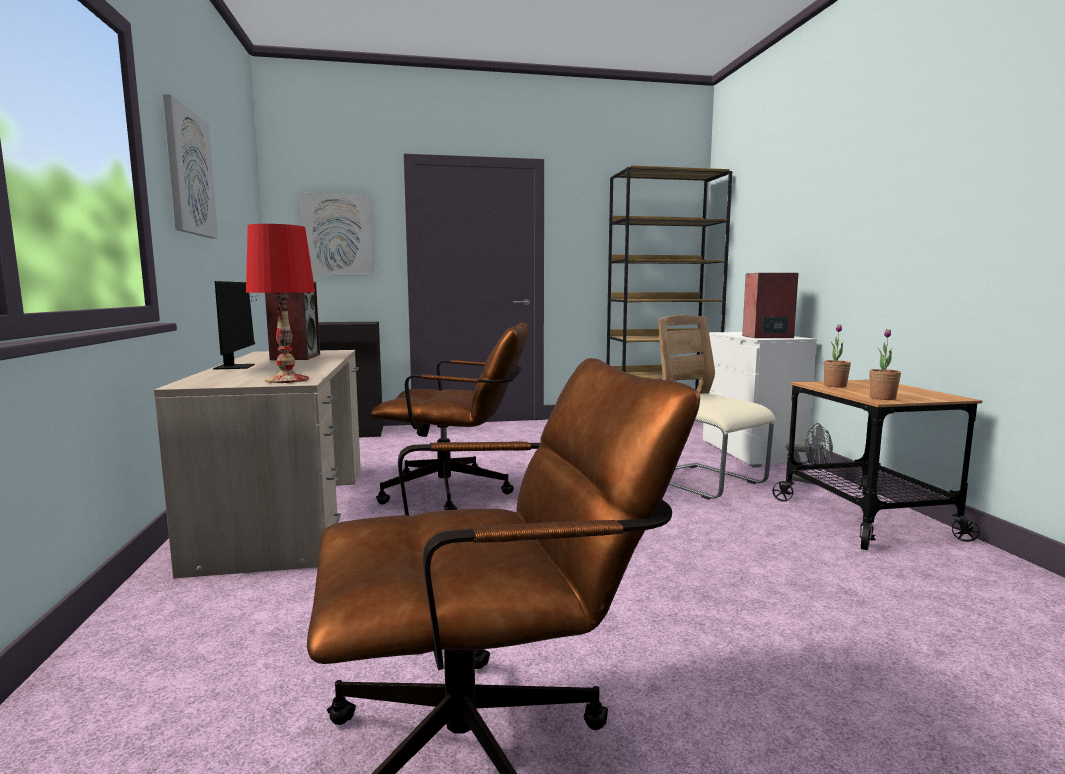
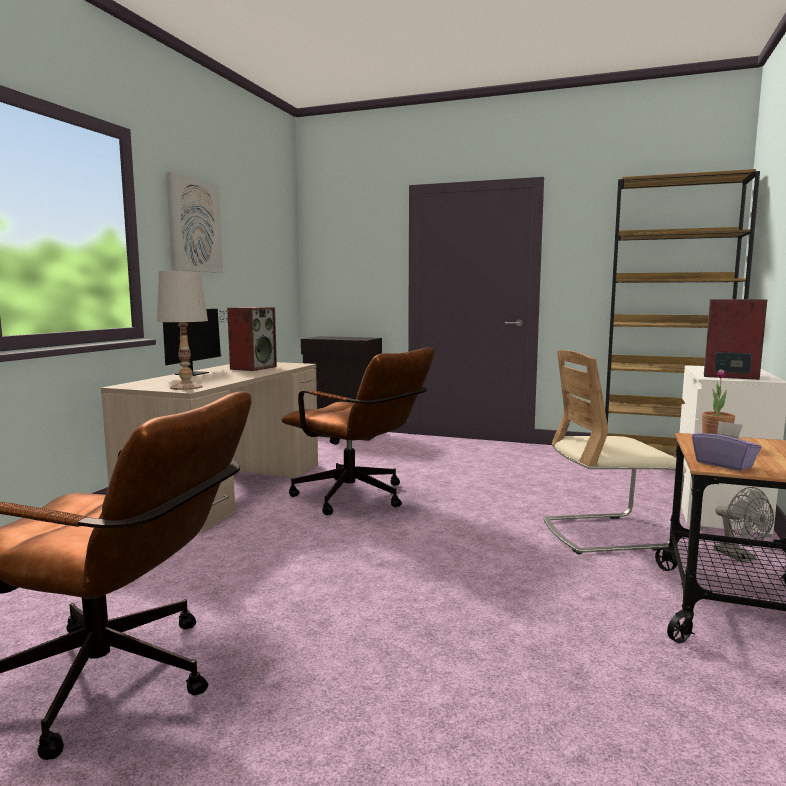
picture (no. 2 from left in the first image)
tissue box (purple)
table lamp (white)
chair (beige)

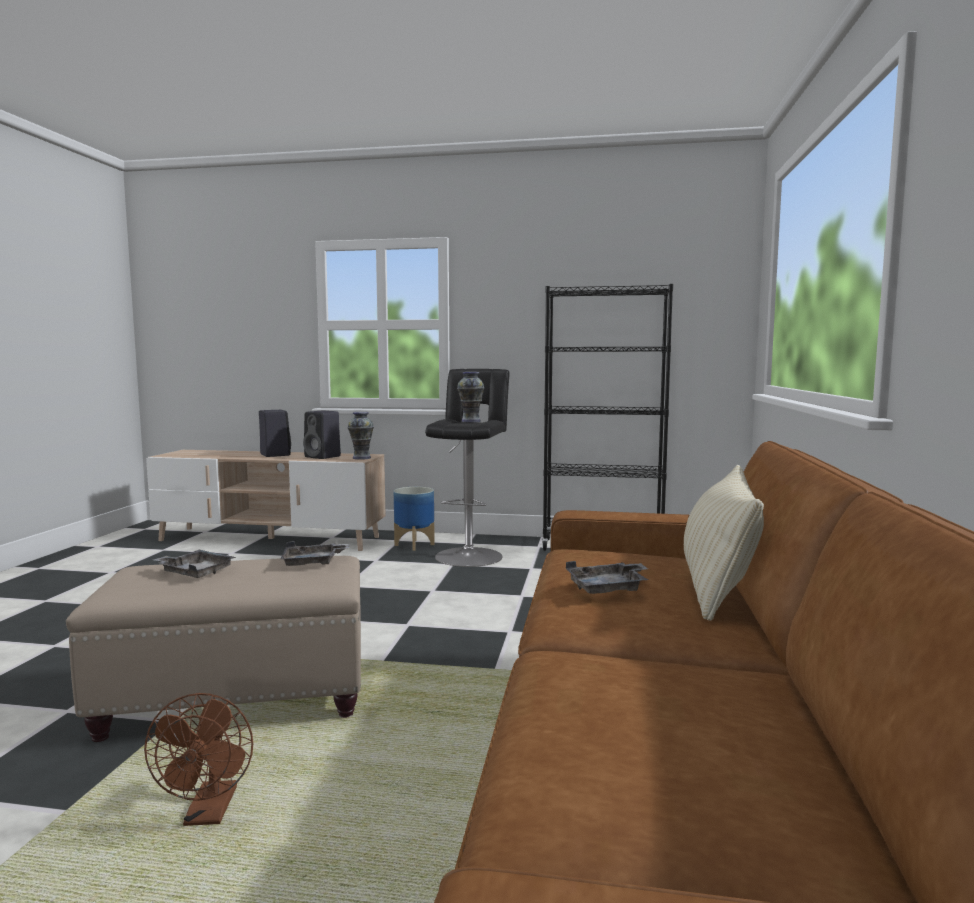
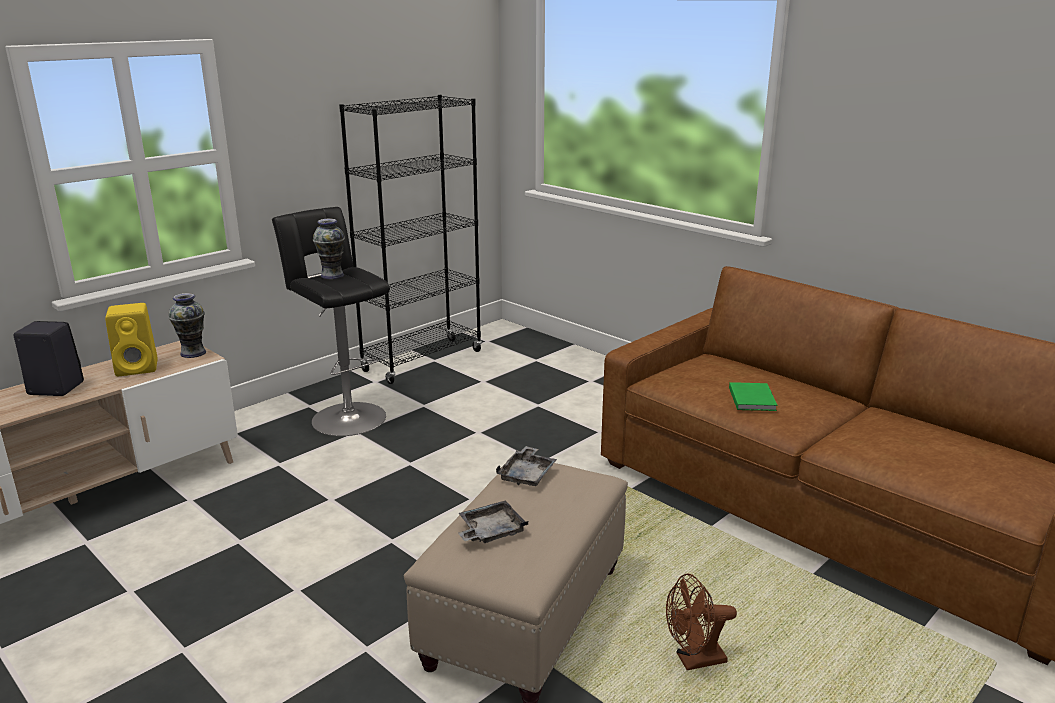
planter
pillow (beige)
book (green)
speaker (yellow)
fan (brown)

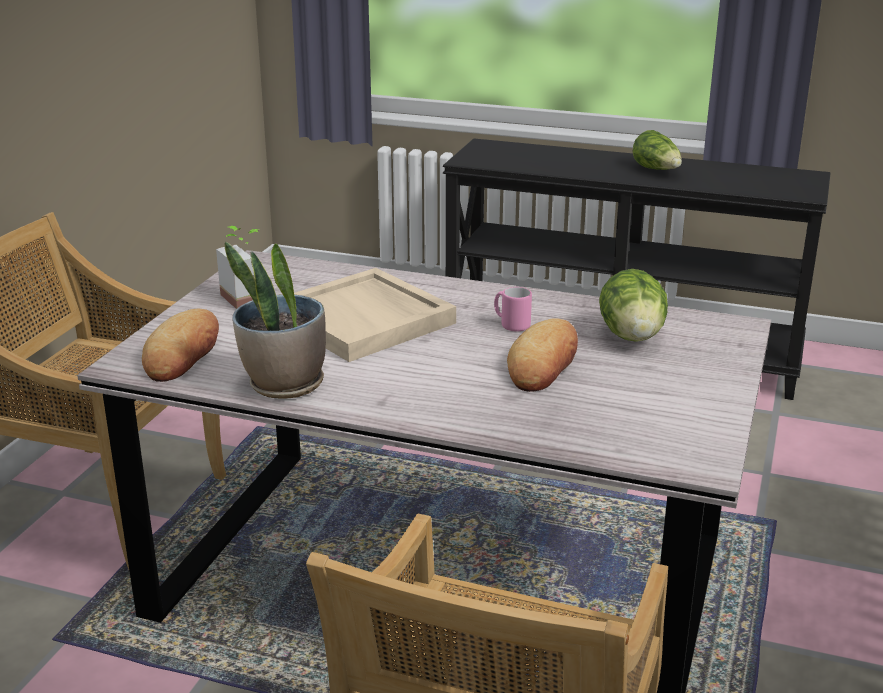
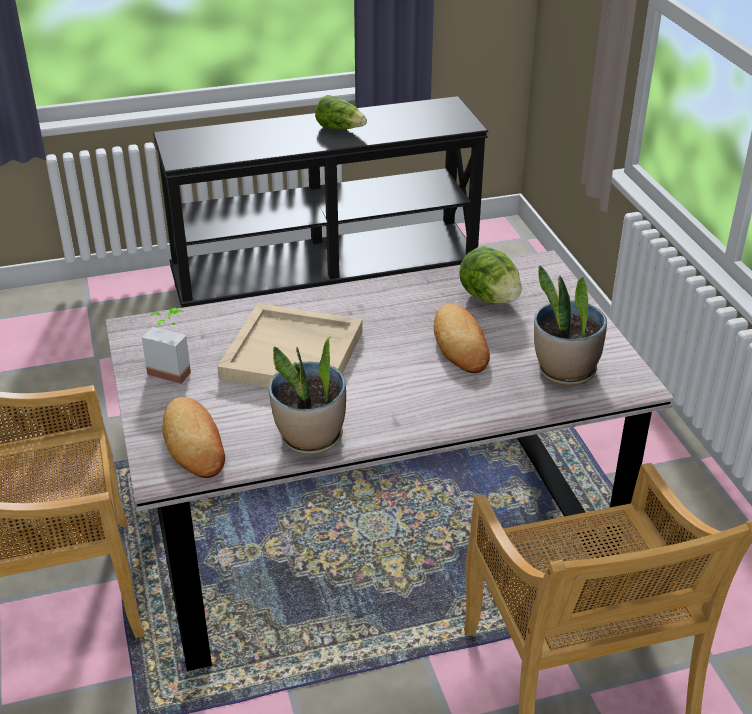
mug (pink)
potted plant (no. 3 from left)

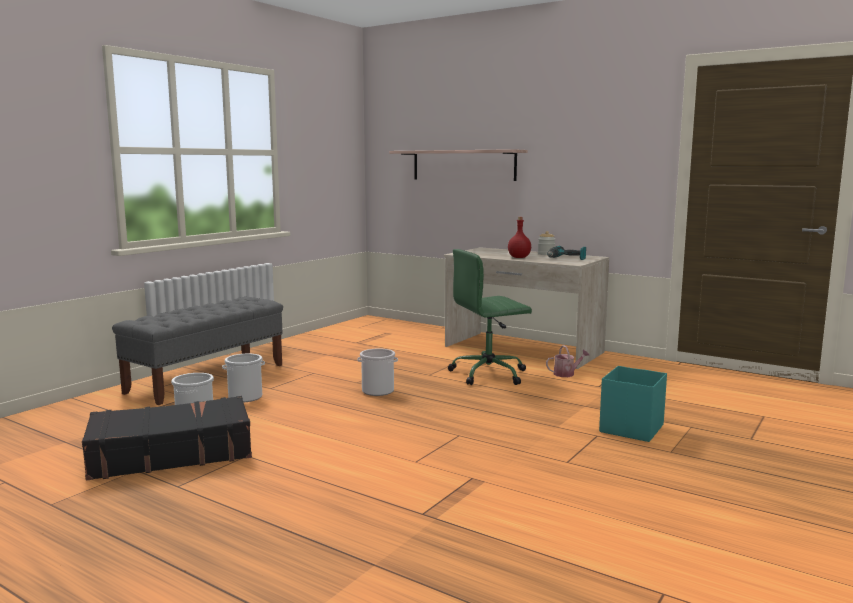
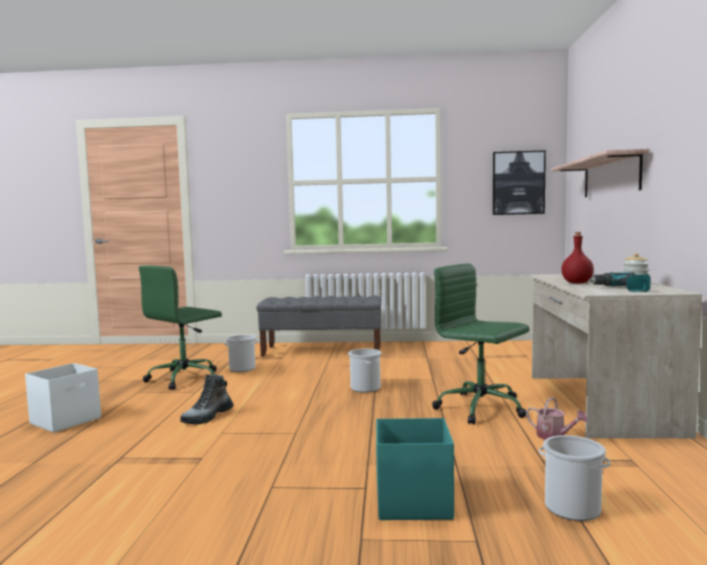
storage box (white)
boot
picture
bucket (no. 3 from left)
office chair (green) (no. 1 from left)

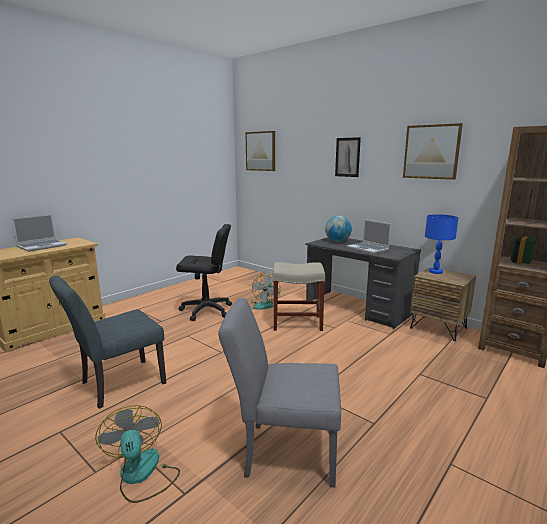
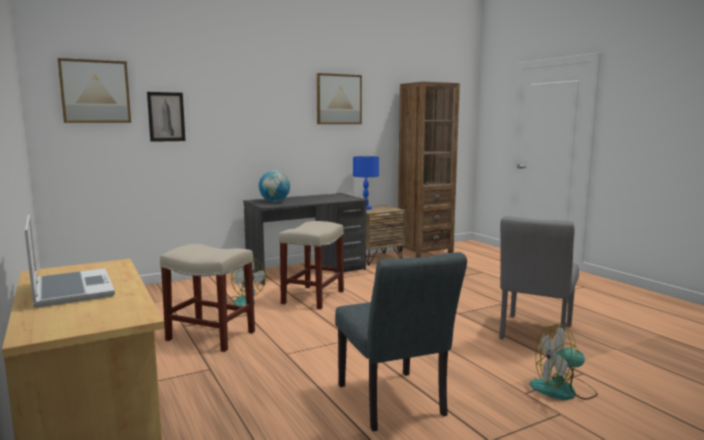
laptop (no. 2 from left in the first image)
picture (no. 2 from left)
stool (beige) (no. 1 from left)

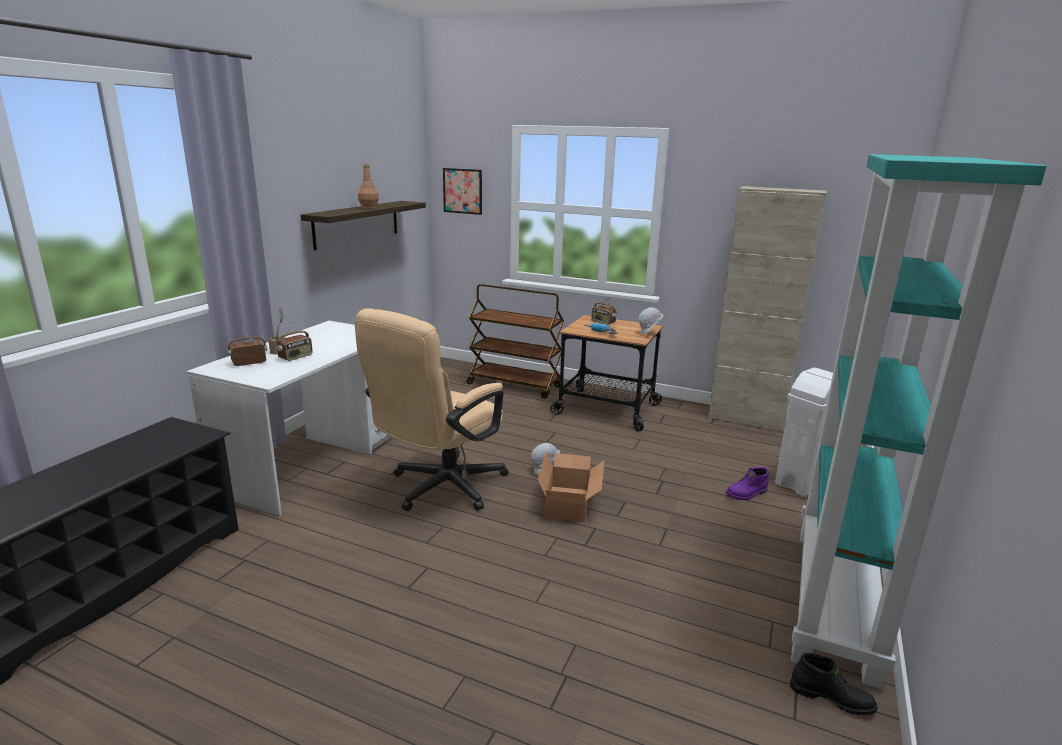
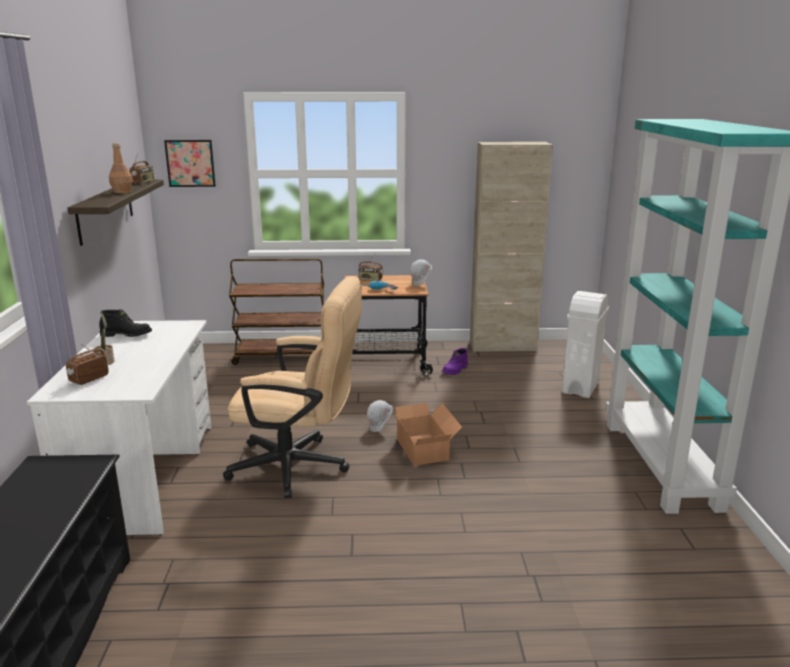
radio (no. 2 from left)
boot (purple)
boot (black)
office chair (beige)

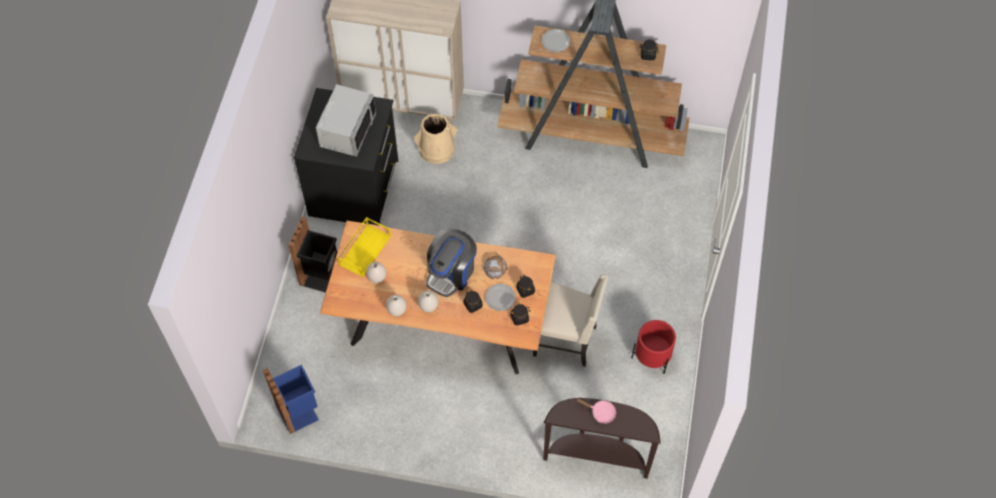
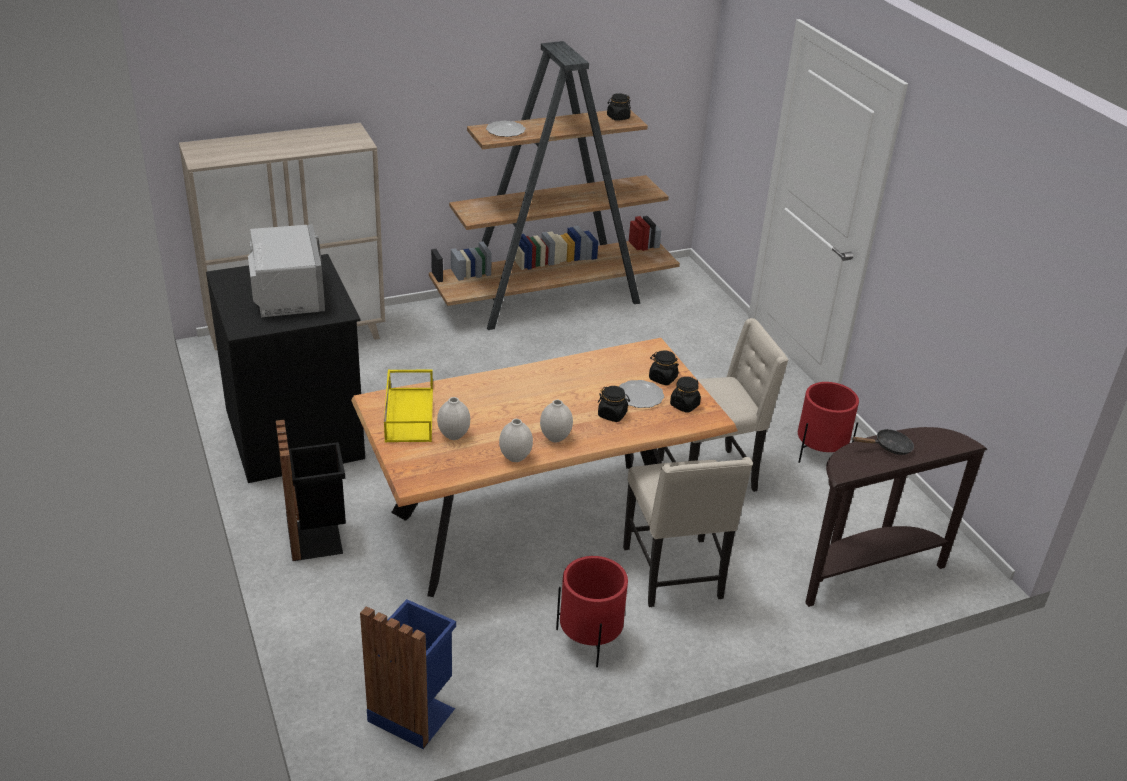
bucket (beige)
coffee machine
bread
planter (red) (no. 1 from left)
chair (beige) (no. 1 from left)
frying pan (black)

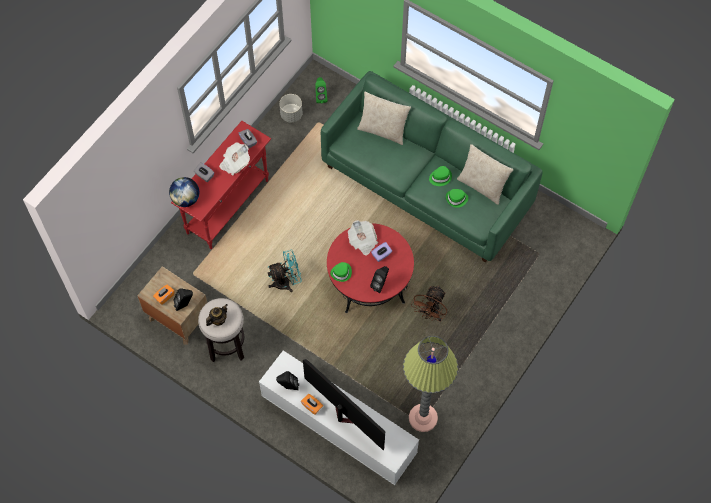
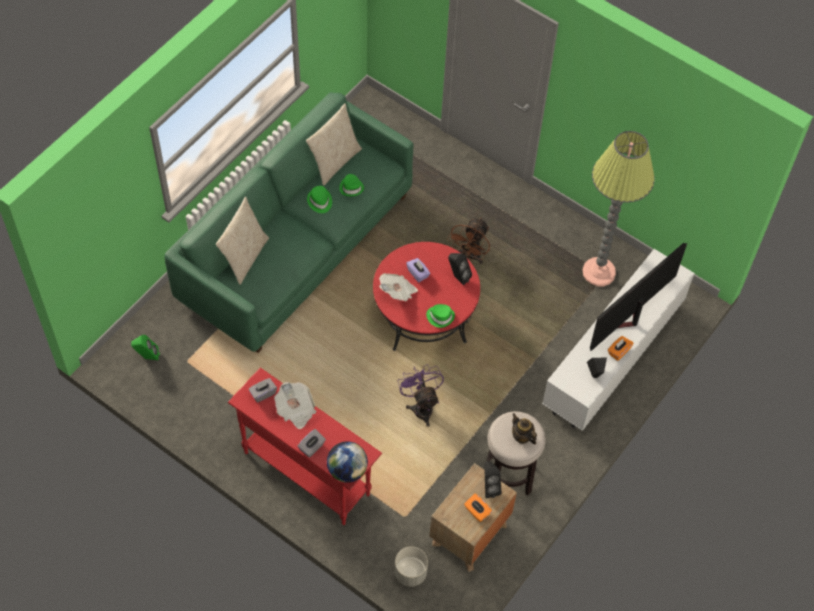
planter (grey)
fan (purple)
fan (brown)

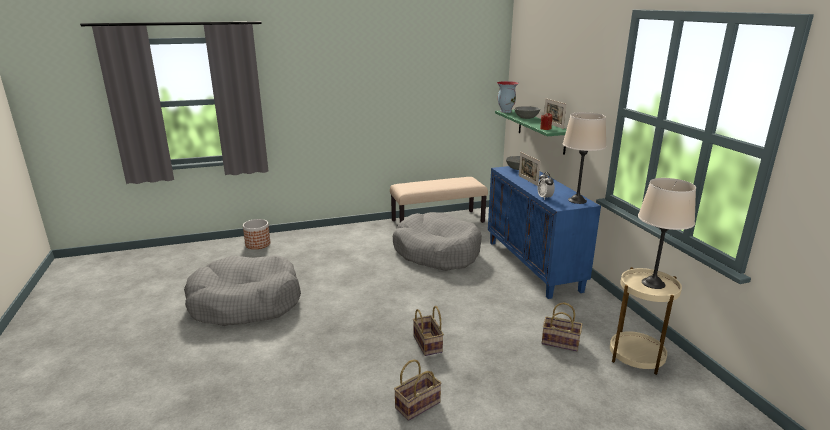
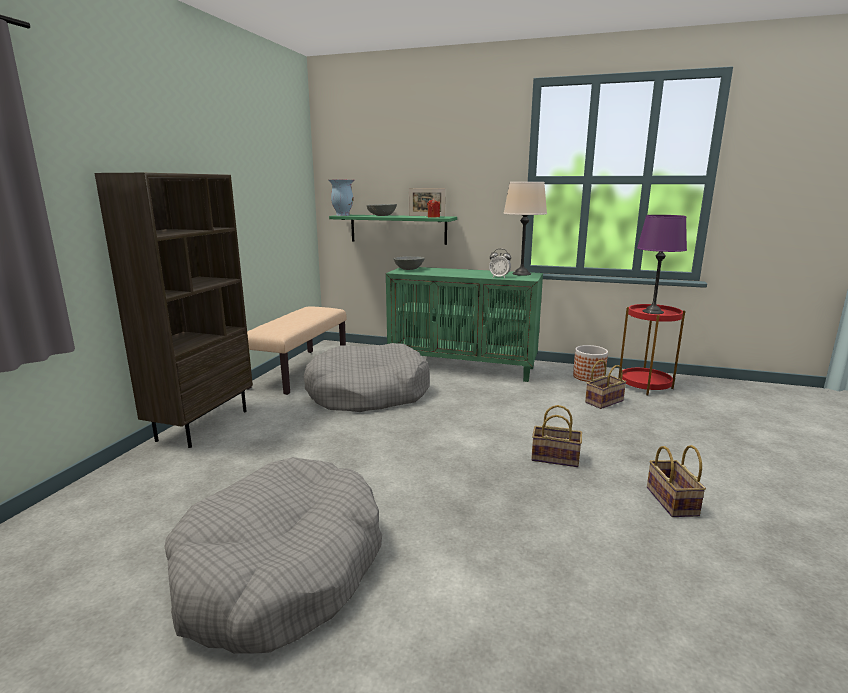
picture frame (no. 1 from left in the first image)
bookcase (brown)
planter
cabinet (green)
side table (red)
table lamp (purple)

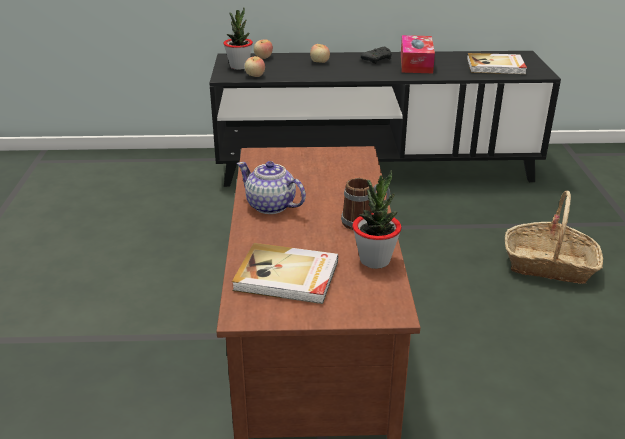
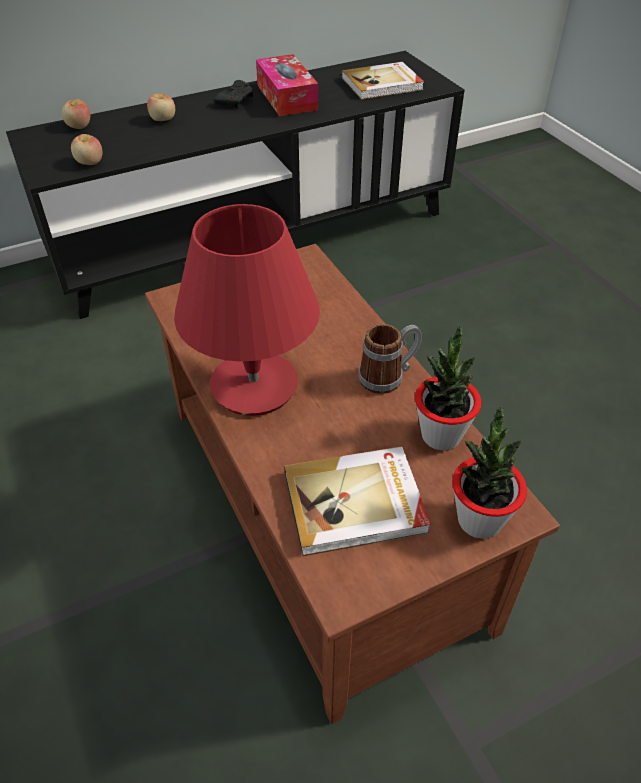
basket
potted plant (no. 2 from left)
table lamp (red)

